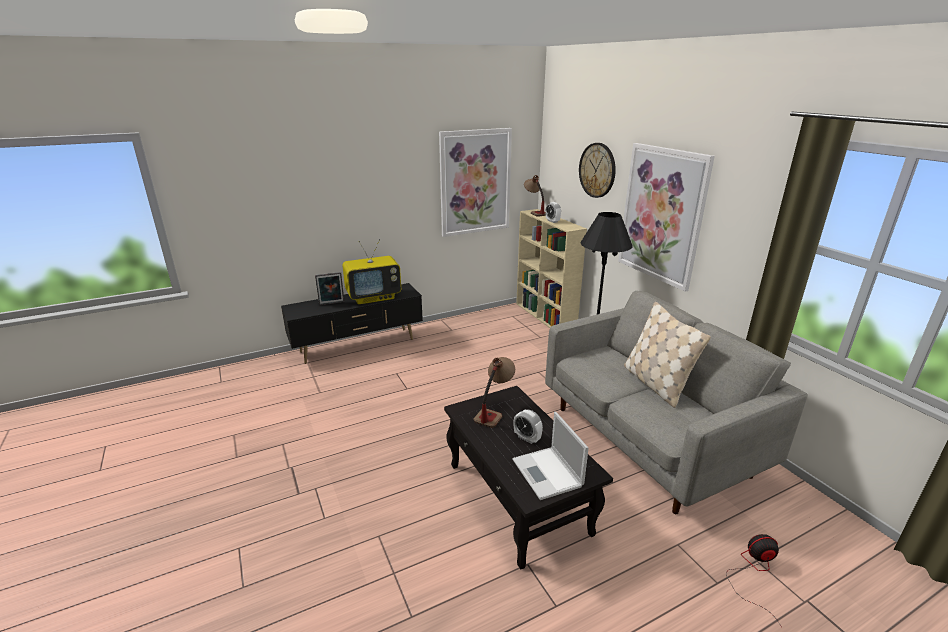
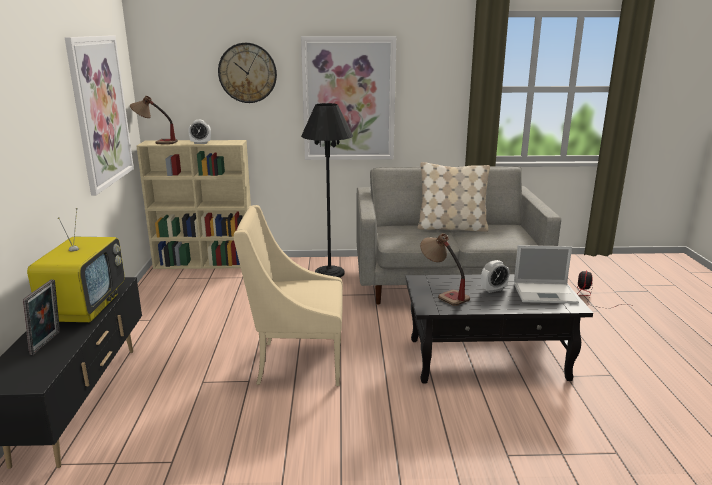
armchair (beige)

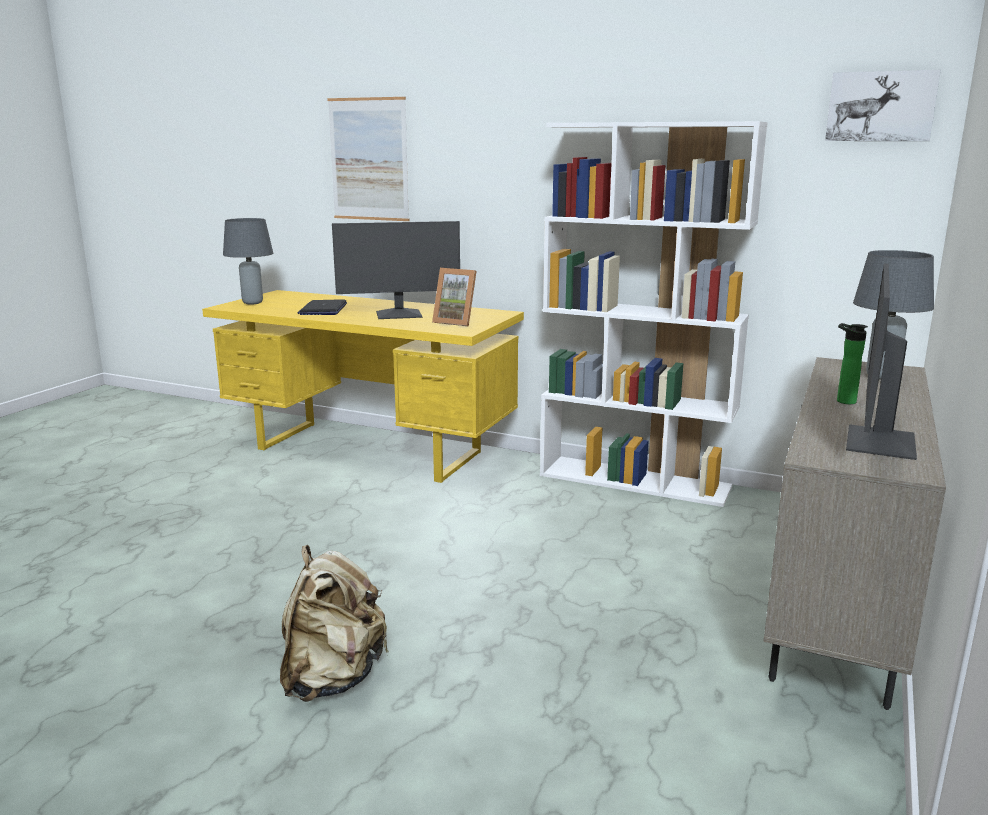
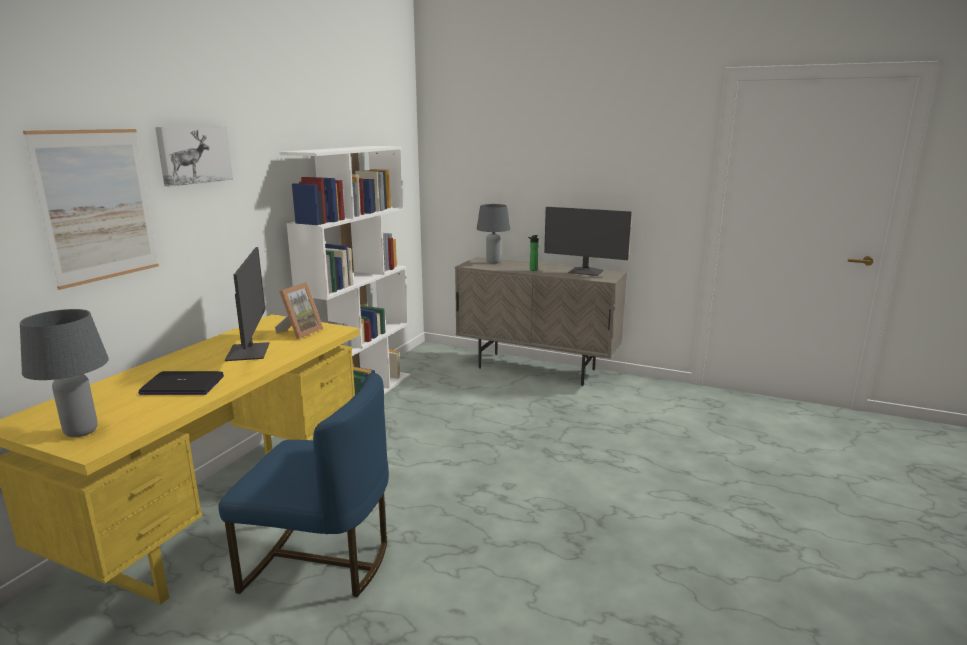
backpack (beige)
chair (blue)
picture (no. 2 from left)

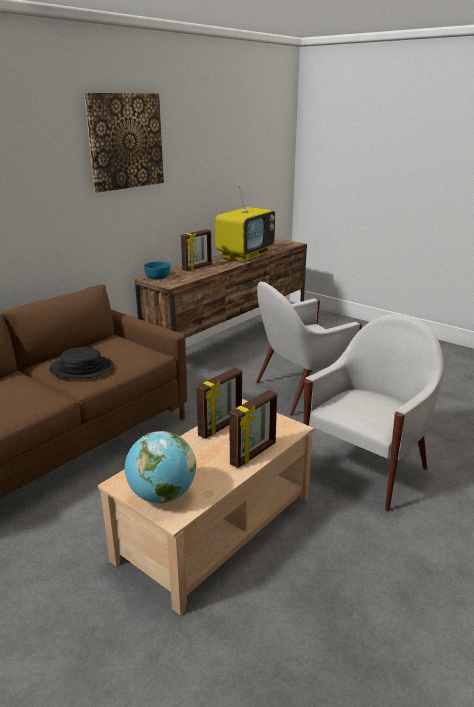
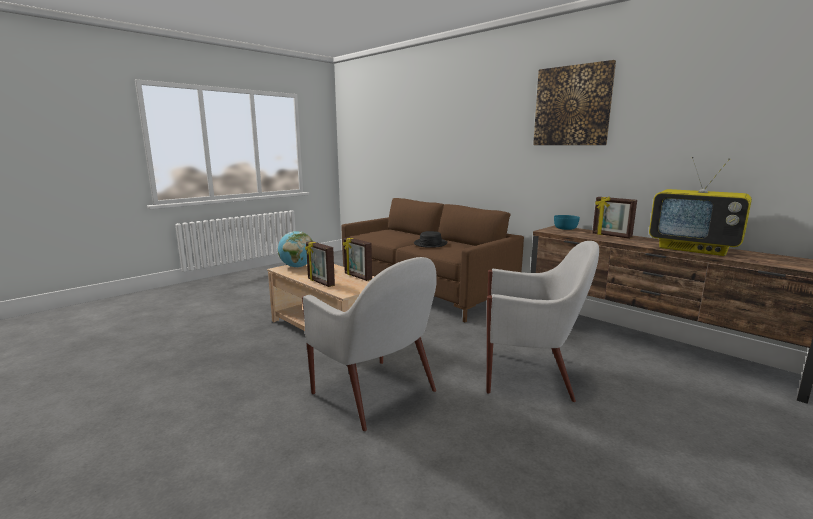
armchair (white) (no. 2 from left)

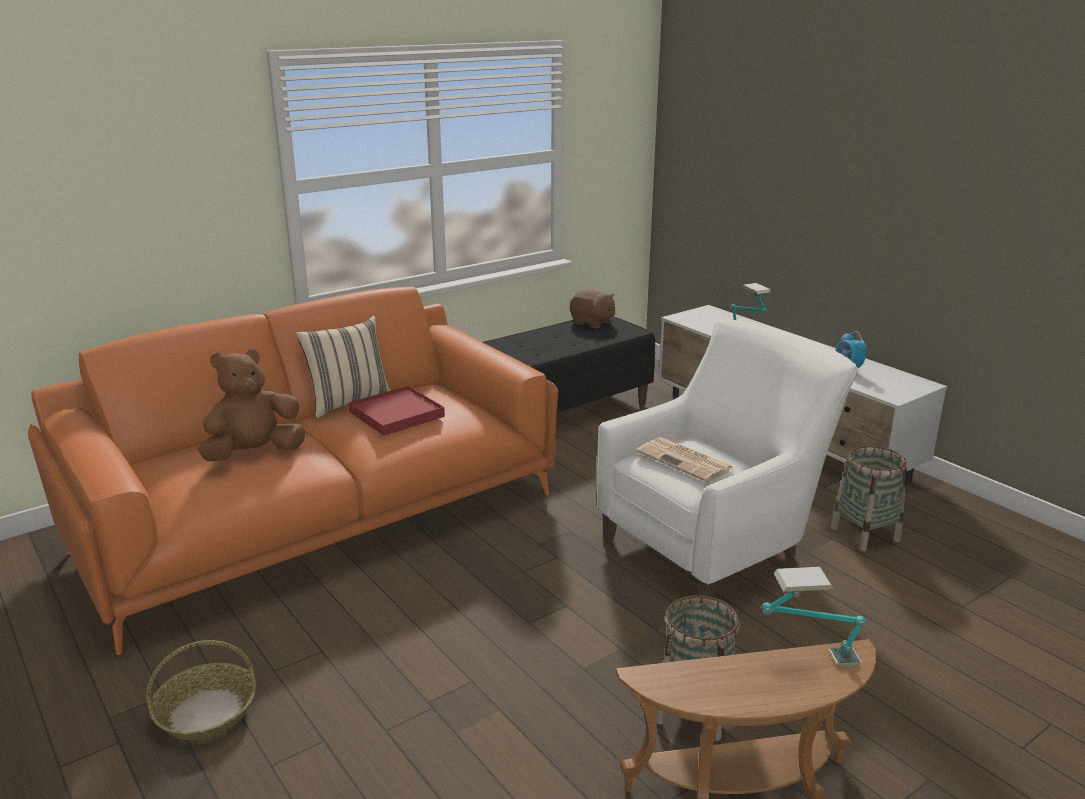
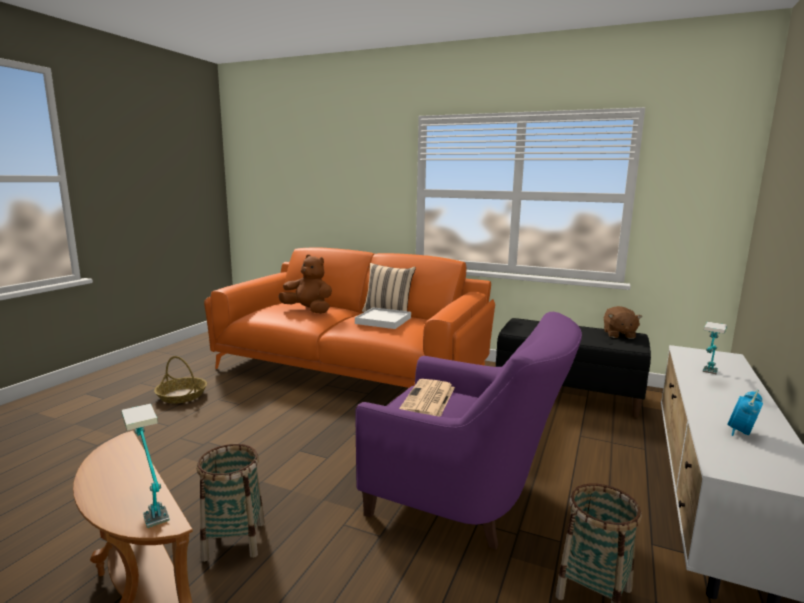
tray (white)
armchair (purple)

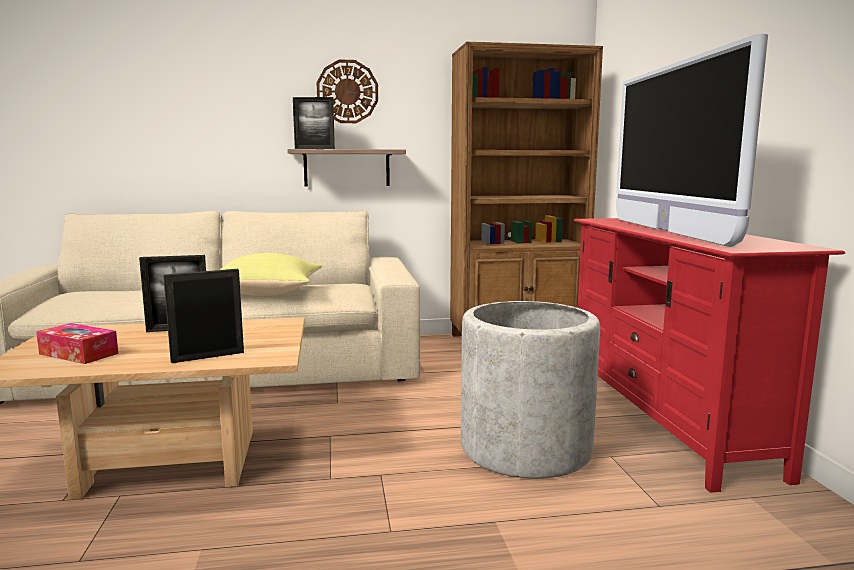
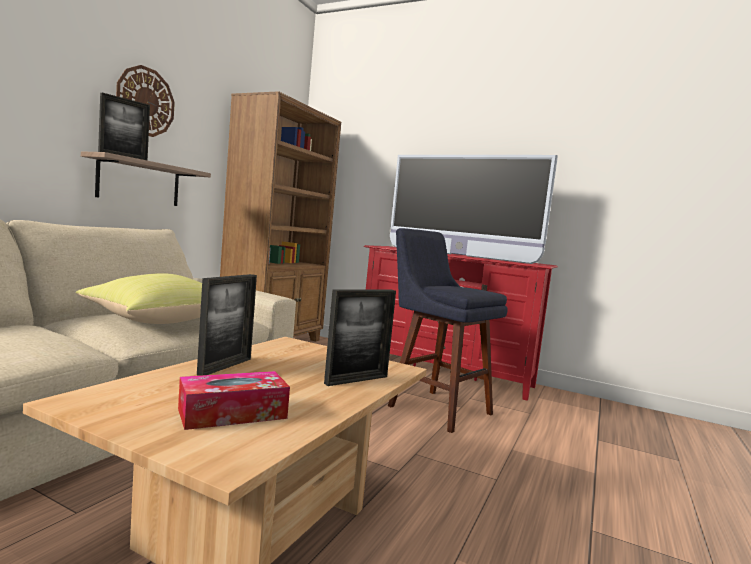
stool (blue)
picture frame (no. 3 from left)

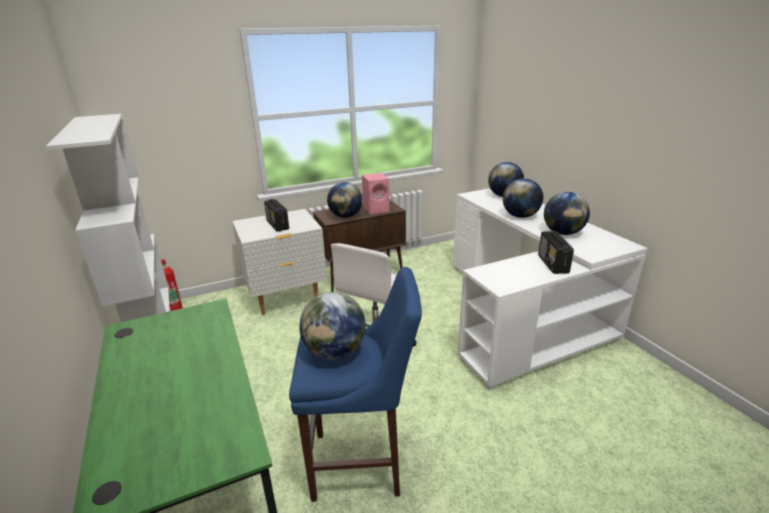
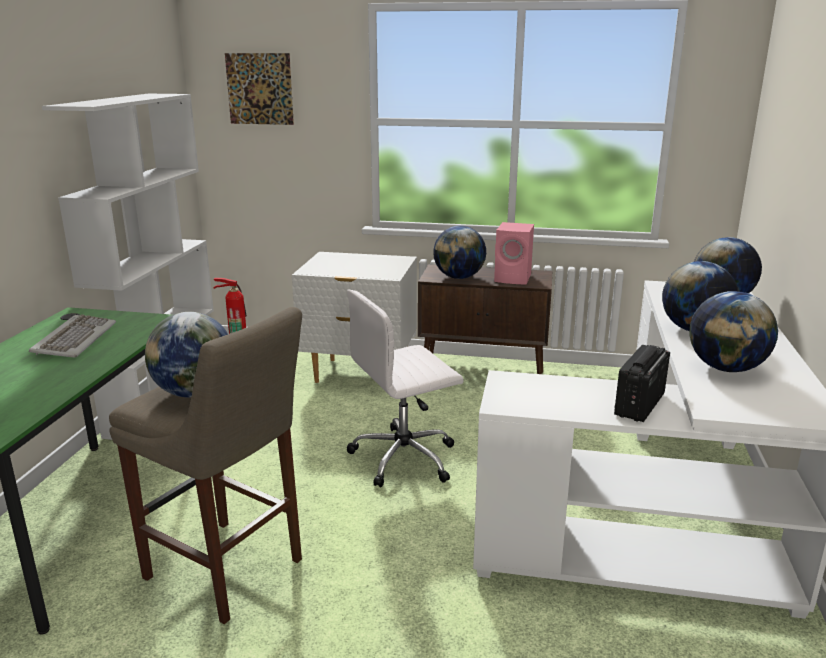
radio (no. 1 from left in the first image)
keyboard
picture
stool (beige)

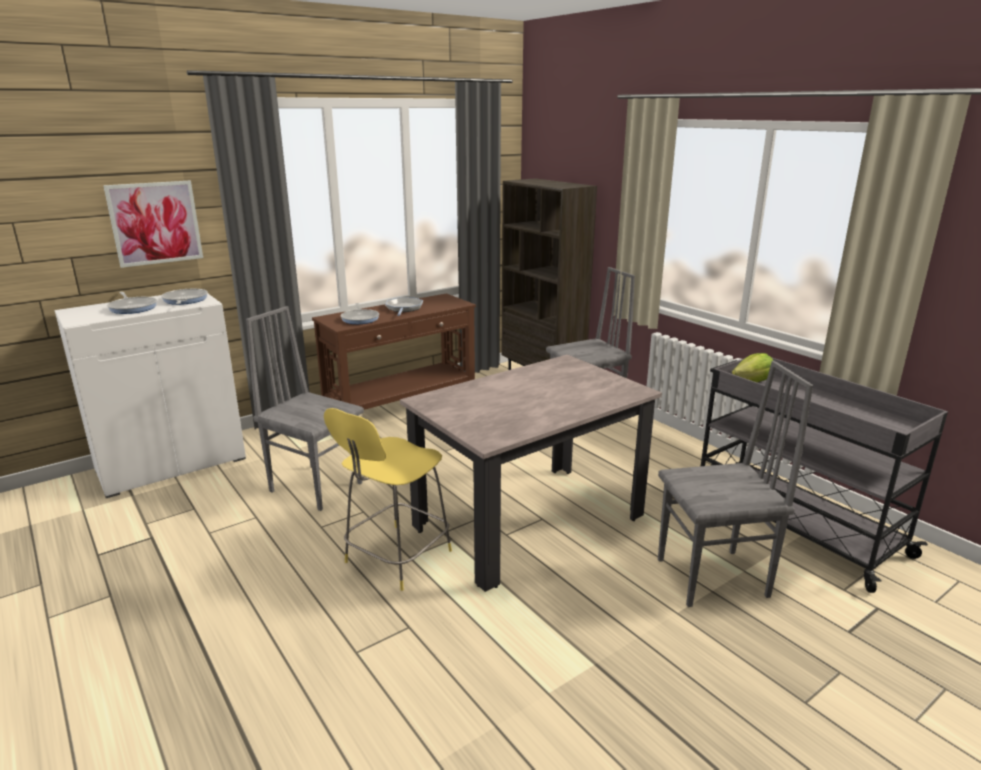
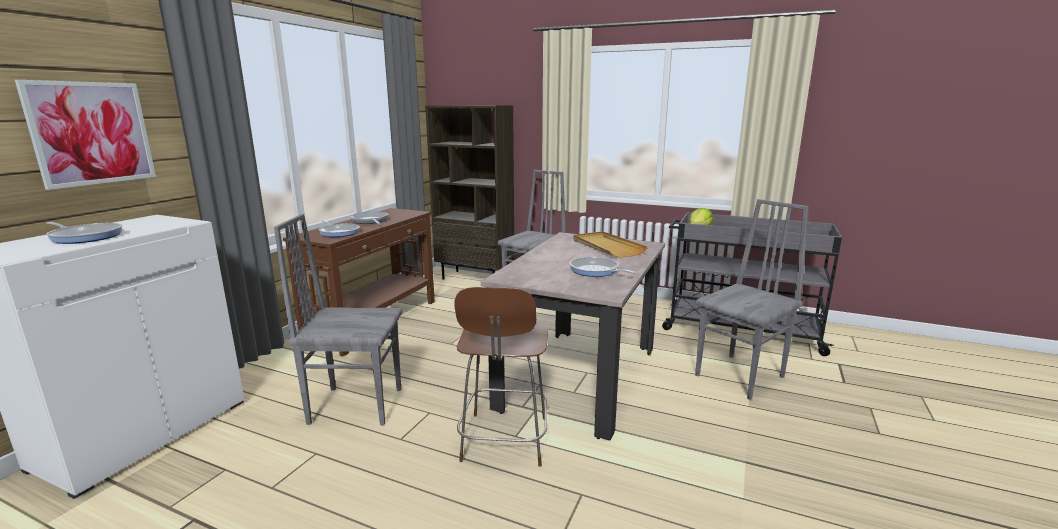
tray (beige)
frying pan (no. 4 from left)
stool (brown)

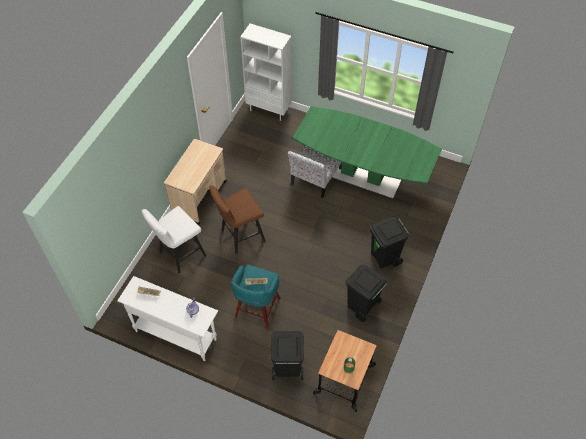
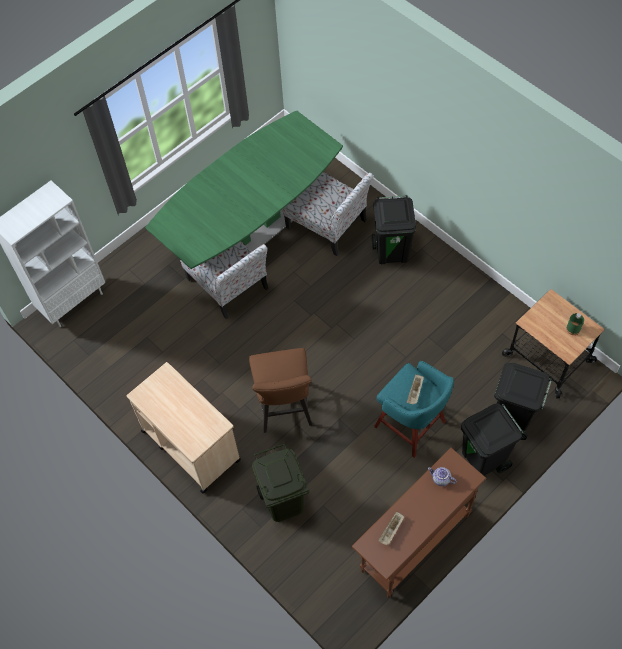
chair (no. 2 from left)
trash can (black) (no. 2 from left)
trash can (green)
console table (brown)

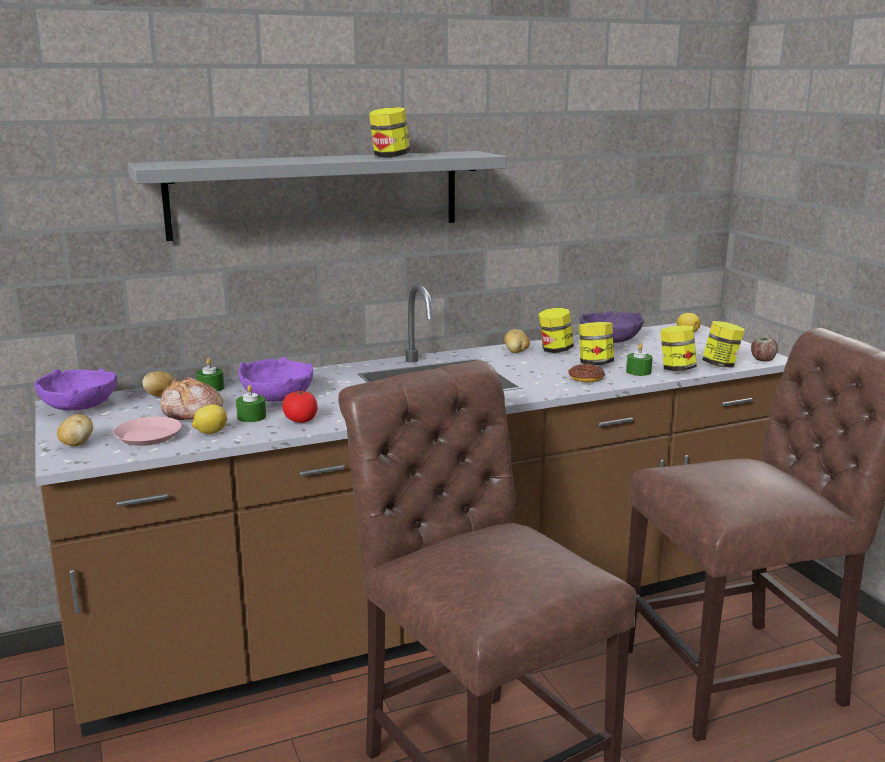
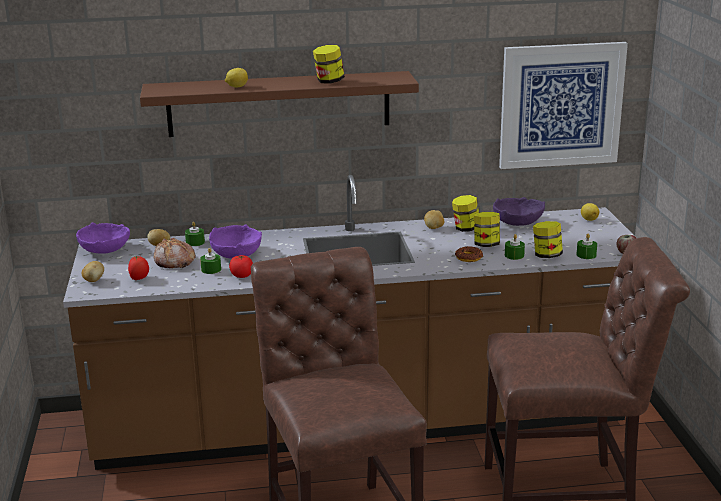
picture
lemon (no. 1 from left)
tomato (no. 1 from left)
candle (green) (no. 4 from left)
shelf (brown)

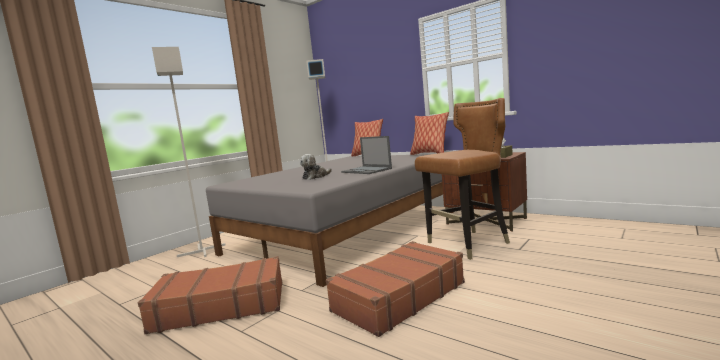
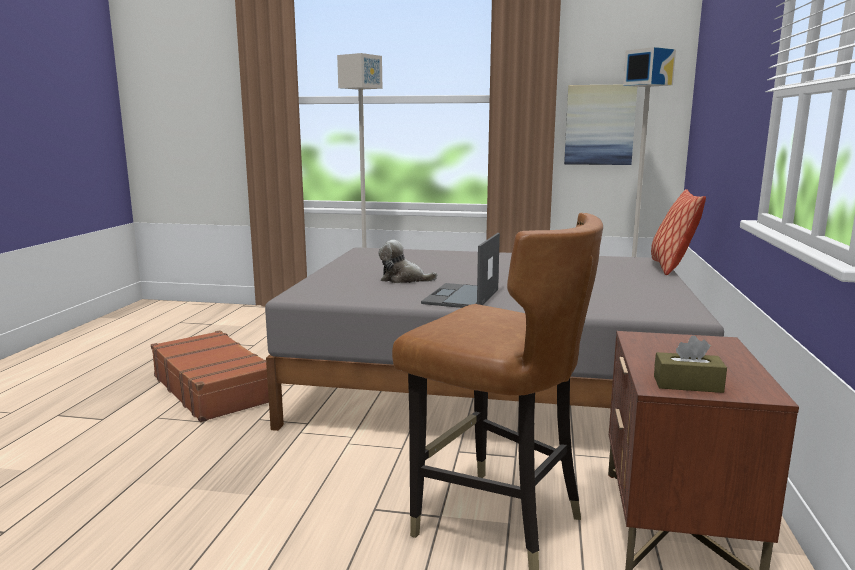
suitcase (brown) (no. 2 from left in the first image)
pillow (no. 2 from left in the first image)
picture

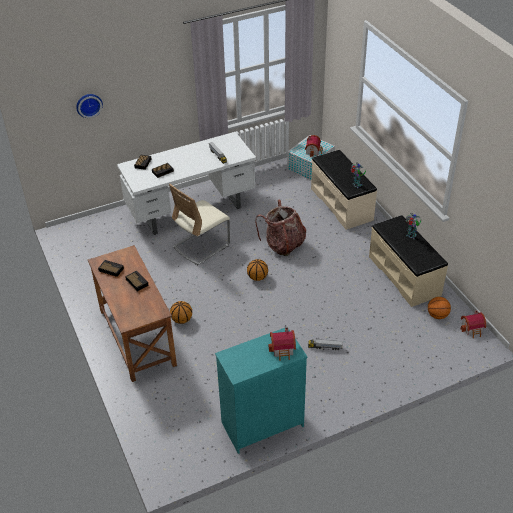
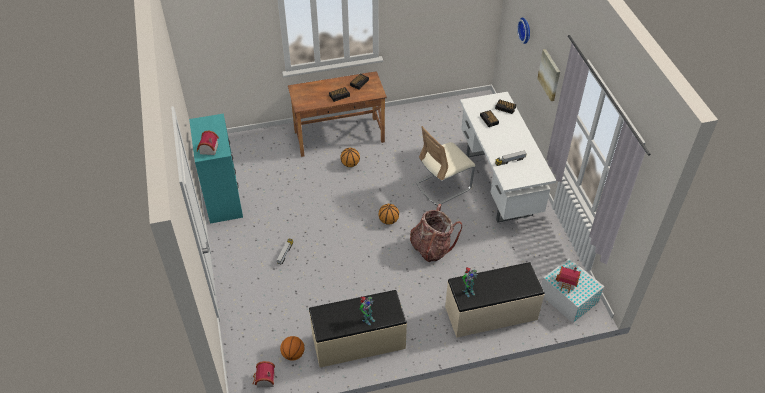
picture
chair (beige)

